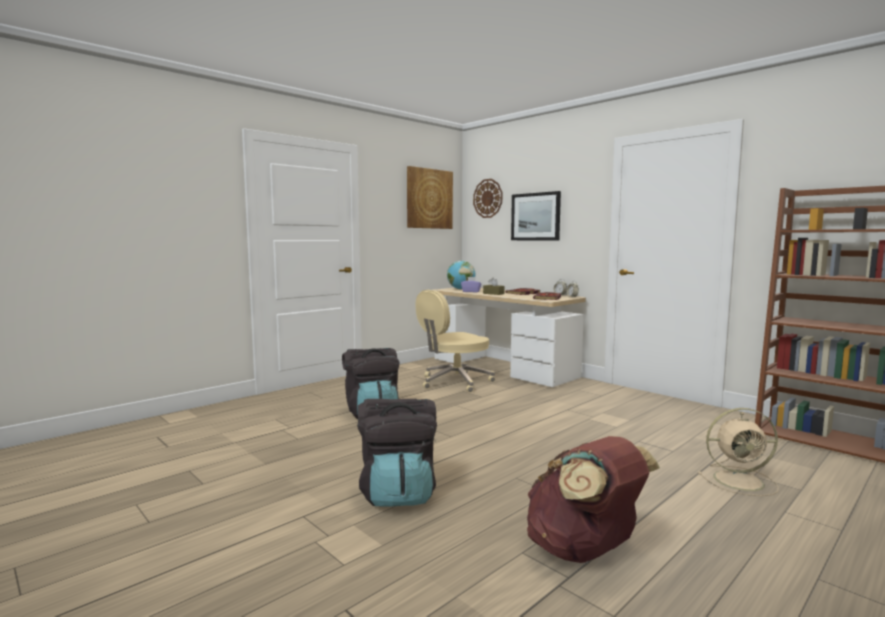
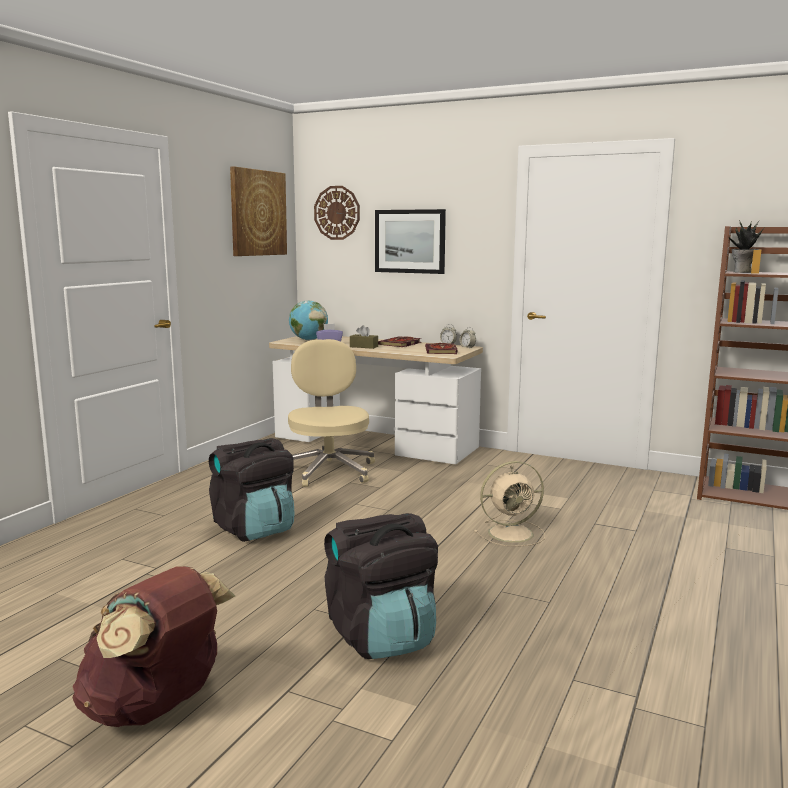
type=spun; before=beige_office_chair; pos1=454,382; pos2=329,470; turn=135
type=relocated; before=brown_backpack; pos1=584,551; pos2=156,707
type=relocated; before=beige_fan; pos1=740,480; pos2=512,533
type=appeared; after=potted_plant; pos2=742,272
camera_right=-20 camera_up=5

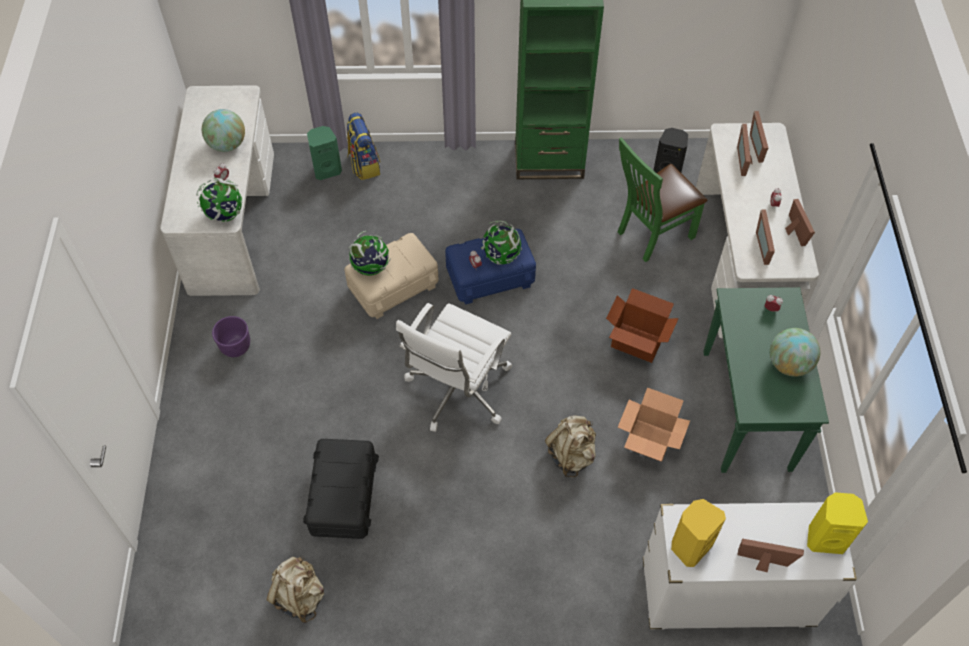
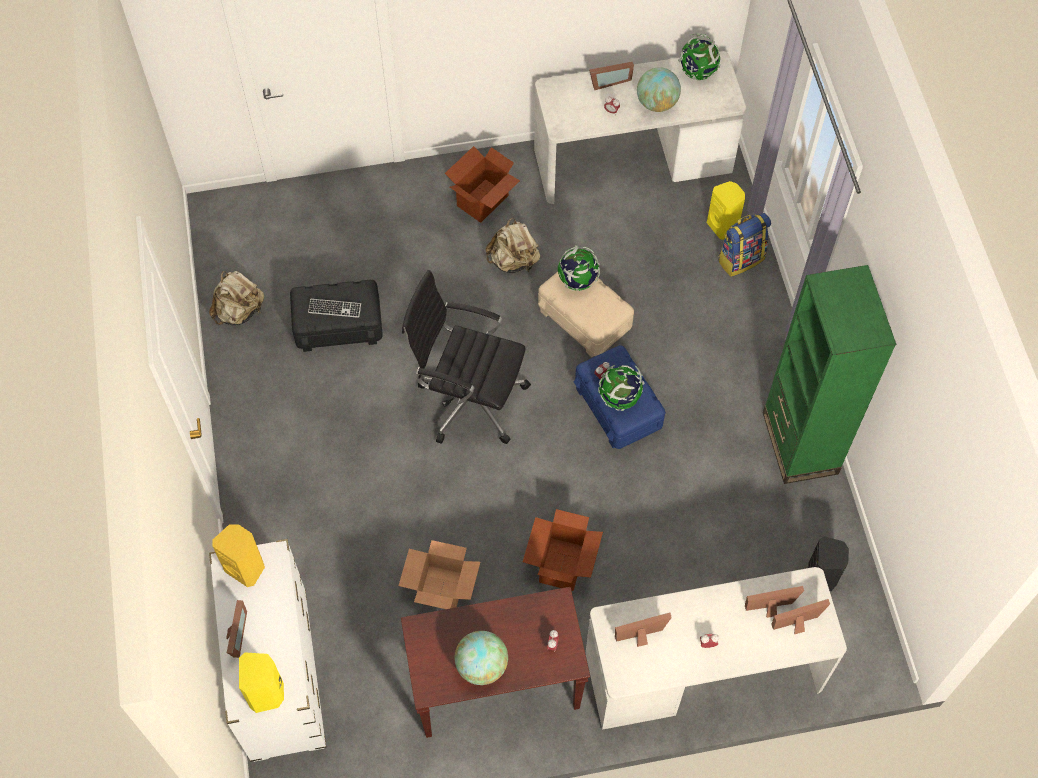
type=relocated; before=globe; pos1=224,214; pos2=697,72
type=exchanged; before=purple_planter; after=cardboard_box; pos1=236,347; pos2=483,201
type=colour; before=green_speaker; after=yellow_speaker; pos1=326,170; pos2=723,226
type=colour; before=white_office_chair; after=black_office_chair; pos1=457,391; pos2=469,399
type=relocated; before=beige_backpack; pos1=571,455; pos2=513,261
type=missing; before=green_chair; pos1=651,235
type=colour; before=green_console_table; after=brown_console_table; pos1=747,411; pos2=495,687
type=relocated; before=picture_frame; pos1=793,232; pos2=608,81
type=appeared; after=keyboard; pos2=334,309
camera_right=80 camera_up=5

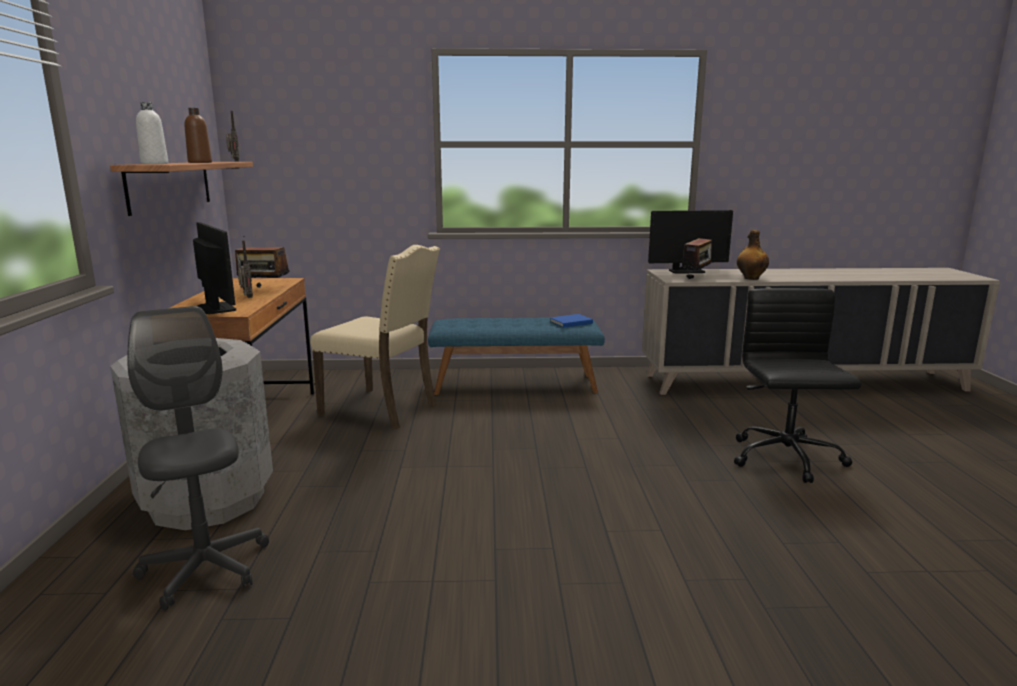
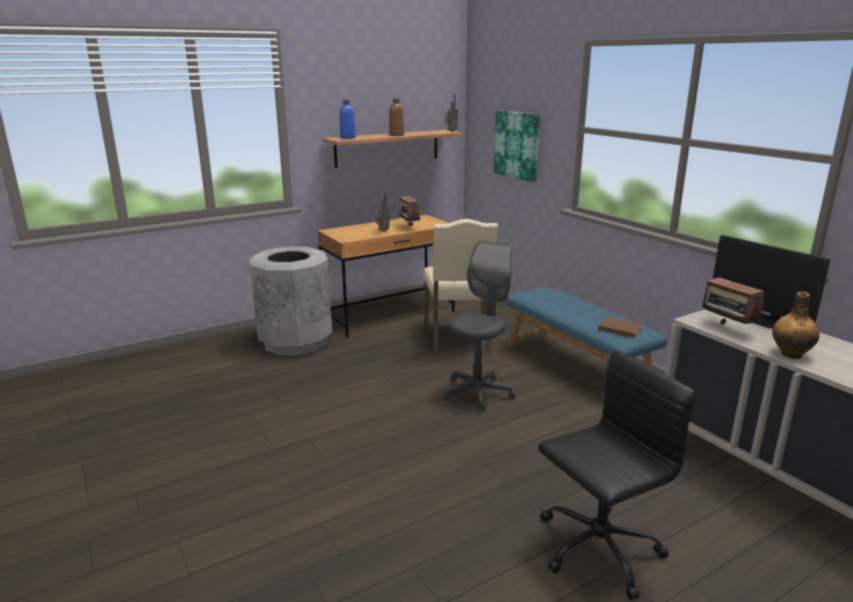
type=relocated; before=grey_office_chair; pos1=205,569; pos2=477,393
type=colour; before=white_bottle; after=blue_bottle; pos1=154,164; pos2=348,138
type=missing; before=monitor; pos1=216,308
type=colour; before=blue_book; after=brown_book; pos1=569,322; pos2=619,328
type=spun; before=radio; pos1=696,278; pos2=727,328; turn=60
type=appeared; after=picture; pos2=517,145
camera_right=60 camera_up=5

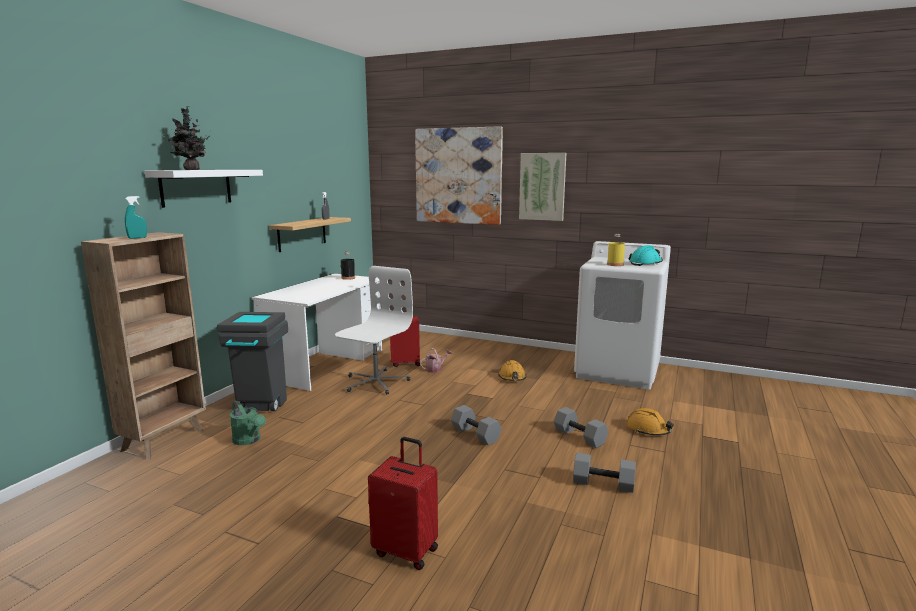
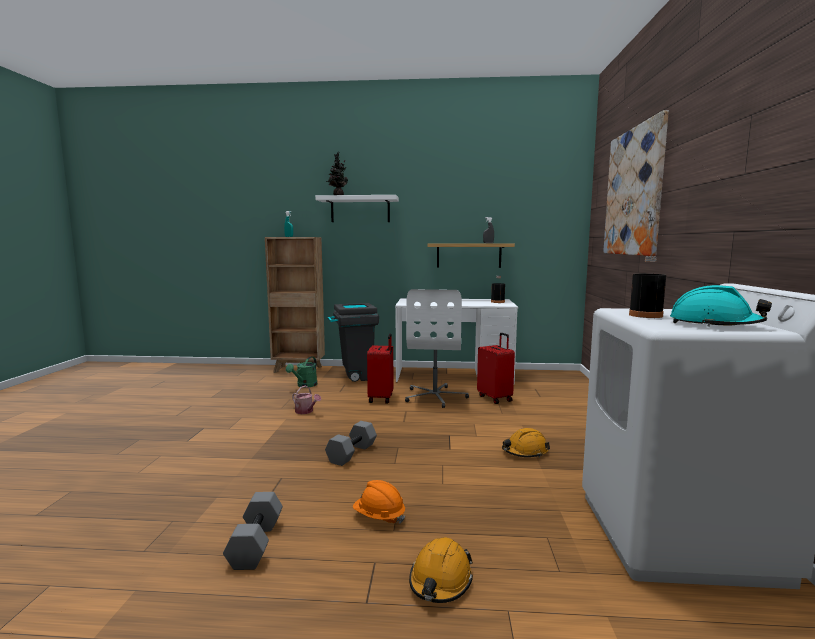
type=spun; before=white_office_chair; pos1=375,382; pos2=435,396; turn=90
type=relocated; before=red_suitcase; pos1=406,550; pos2=382,398
type=relocated; before=watering_can; pos1=435,369; pos2=306,411
type=missing; before=picture; pos1=542,186
type=exchanged; before=grey_dumbbell; after=orange_hard_hat; pos1=580,437; pos2=379,517
type=colour; before=yellow_bottle; after=black_bottle; pos1=615,264; pos2=645,315
camera_right=70 camera_up=-5

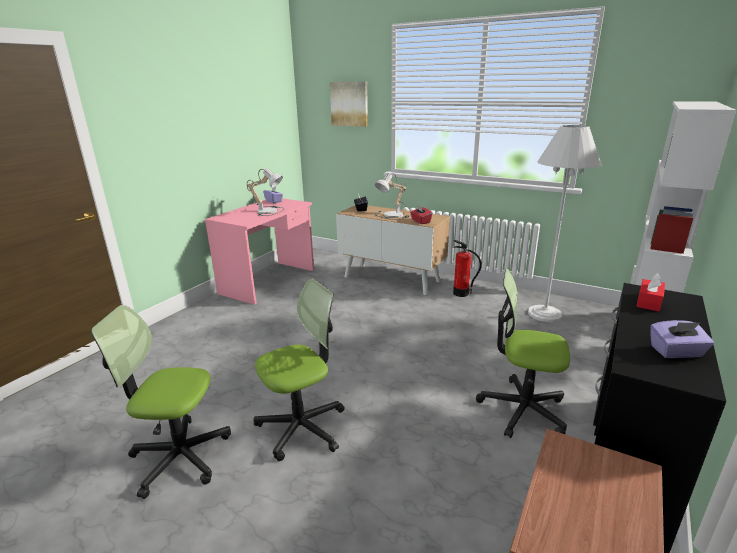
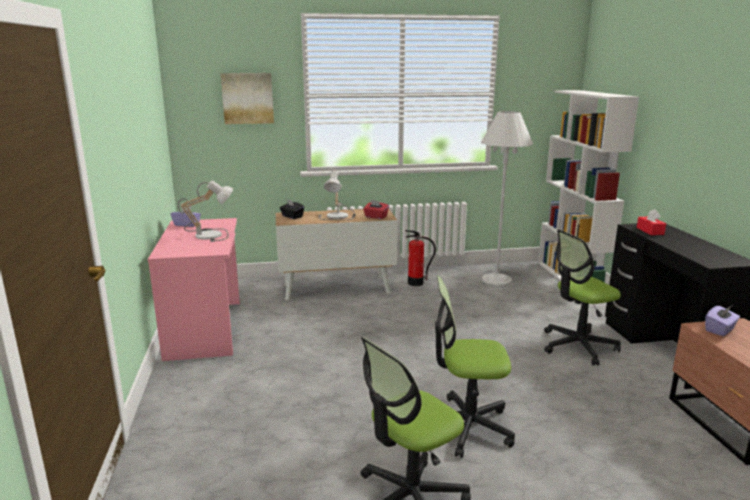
type=spun; before=office_chair; pos1=302,427; pos2=467,426; turn=-105
type=relocated; before=purple_tissue_box; pos1=676,352; pos2=720,330
camera_right=-40 camera_up=-5

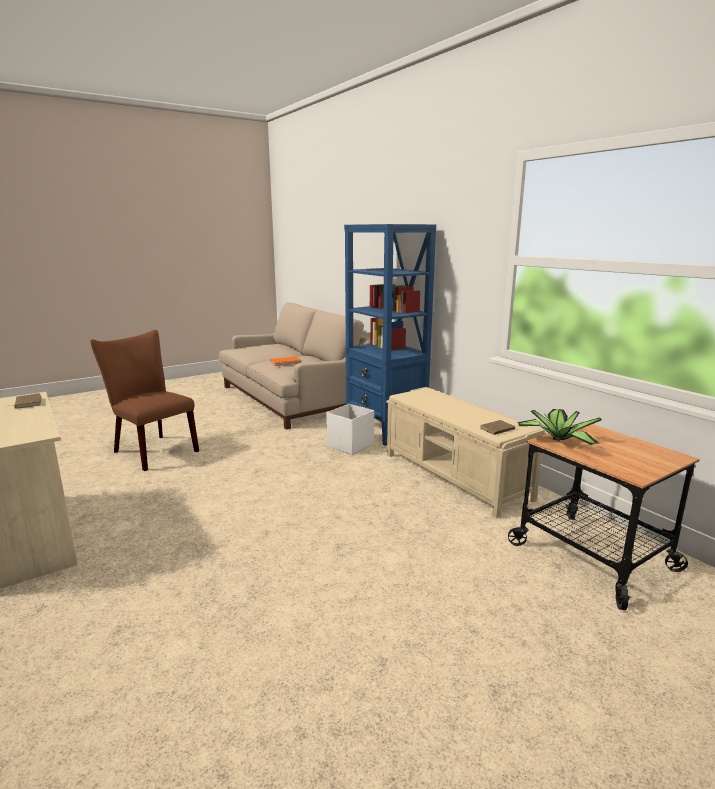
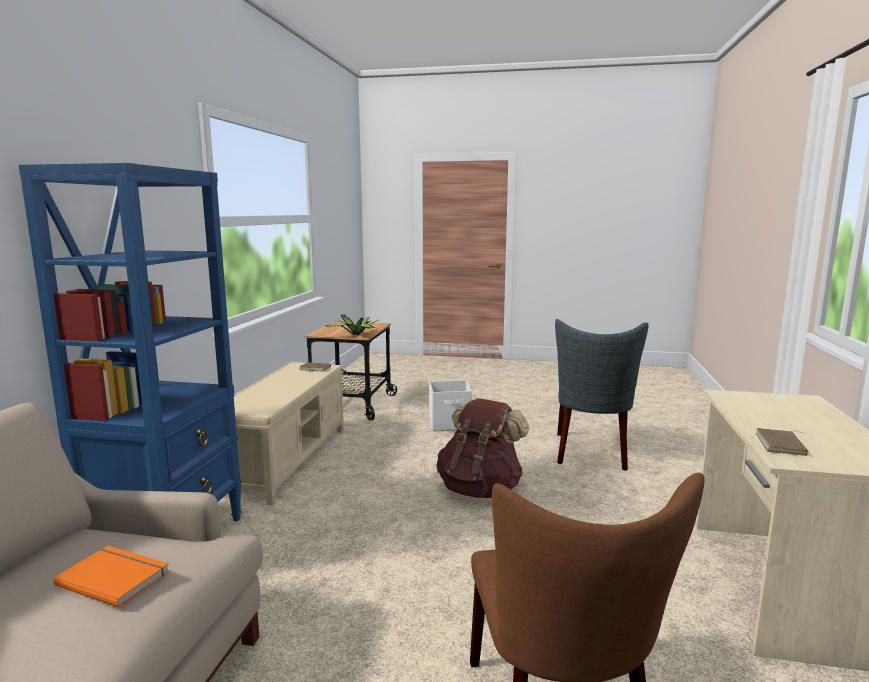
type=relocated; before=white_storage_box; pos1=349,445; pos2=450,424
type=appeared; after=brown_backpack; pos2=480,489
type=appeared; after=grey_chair; pos2=591,453
camera_right=-135 camera_up=-5

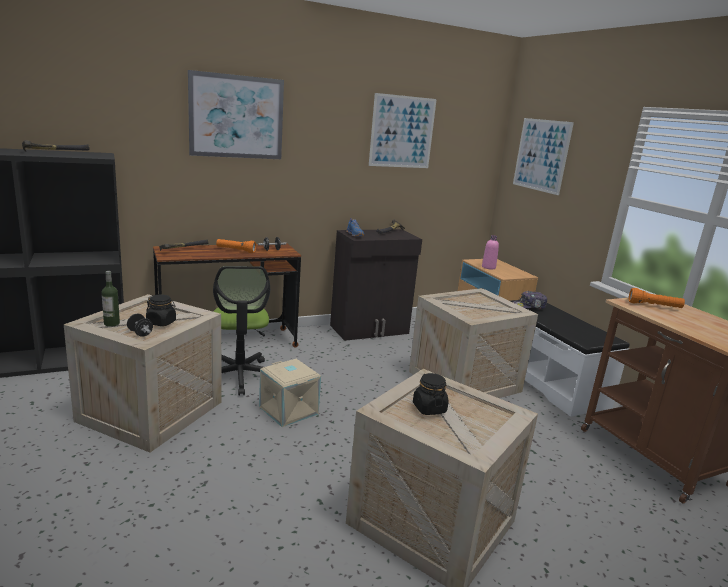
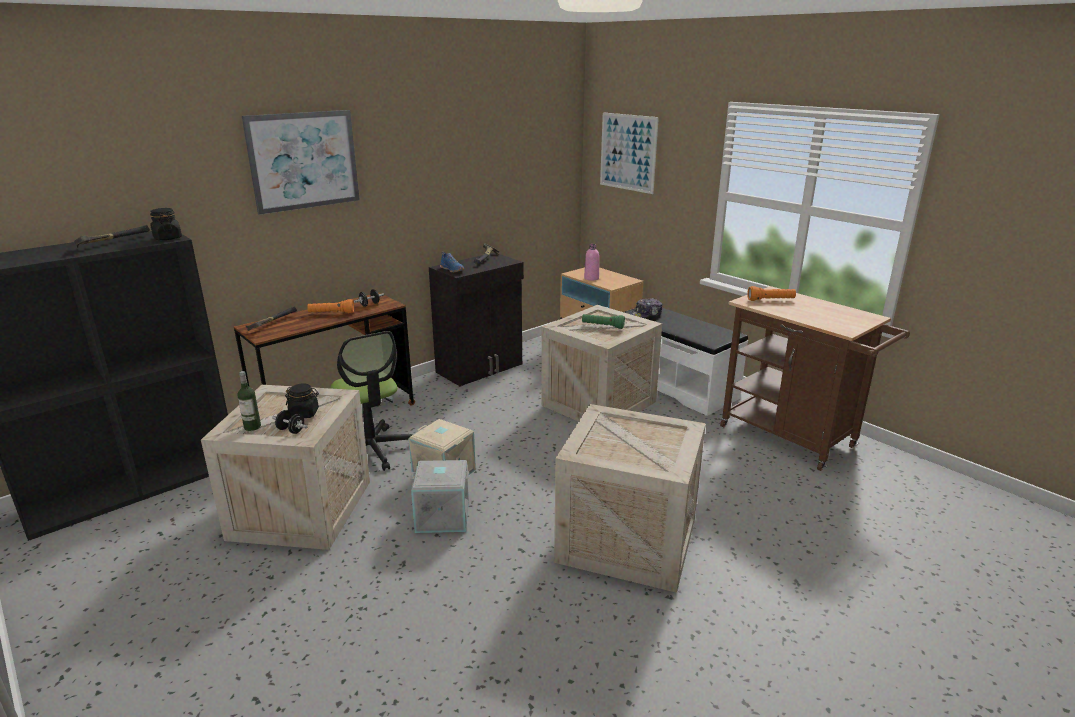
type=missing; before=picture; pos1=402,132
type=relocated; before=black_jar; pos1=429,408; pos2=167,238
type=appeared; after=grey_storage_box; pos2=443,515
type=appeared; after=green_flashlight; pos2=602,326
camera_right=-15 camera_up=5

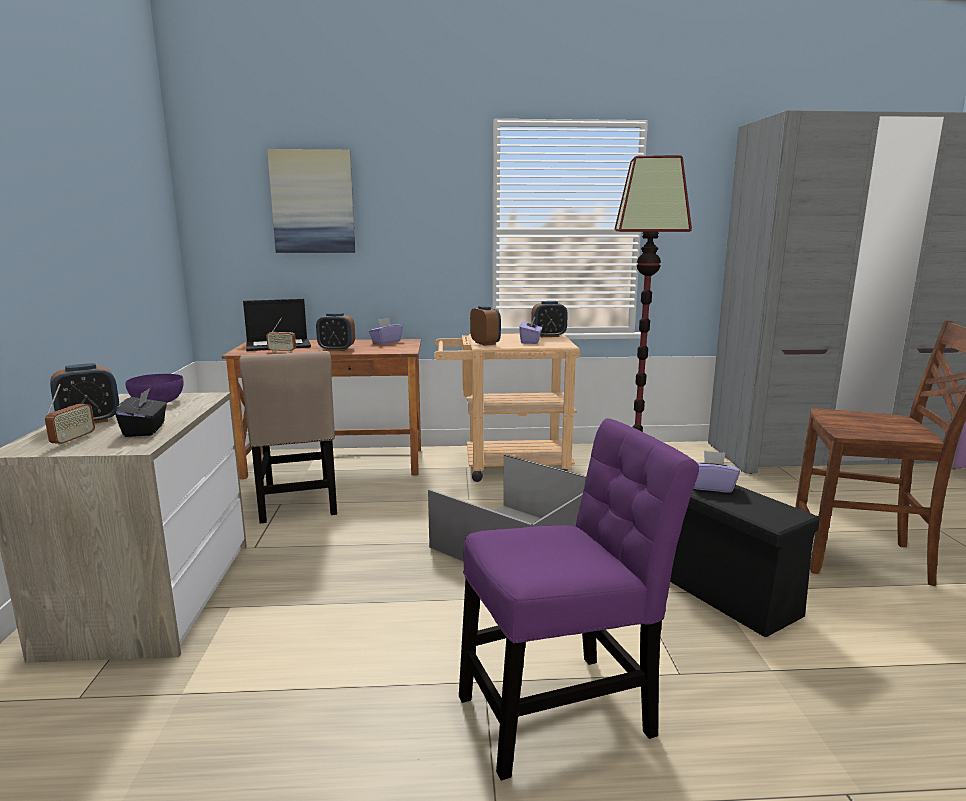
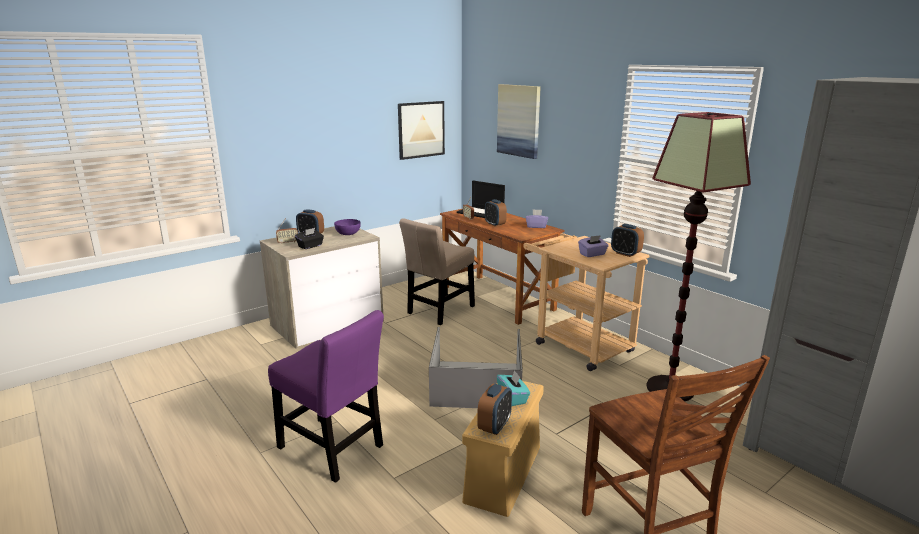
type=relocated; before=alarm_clock; pos1=485,343; pos2=494,426
type=colour; before=black_storage_box; after=beige_storage_box; pos1=722,592; pos2=503,475
type=colour; before=purple_tissue_box; after=turquoise_tissue_box; pos1=711,487; pos2=512,398
type=appeared; after=picture; pos2=421,129
camera_right=55 camera_up=5

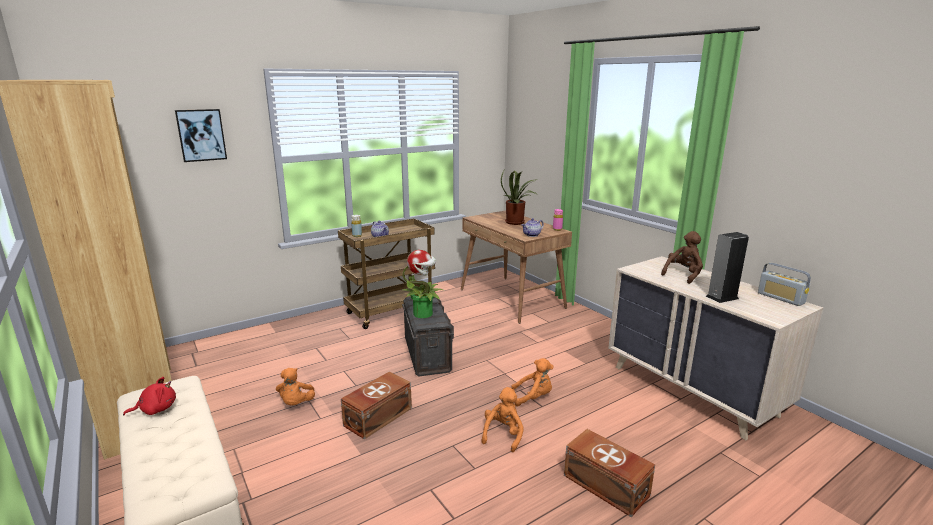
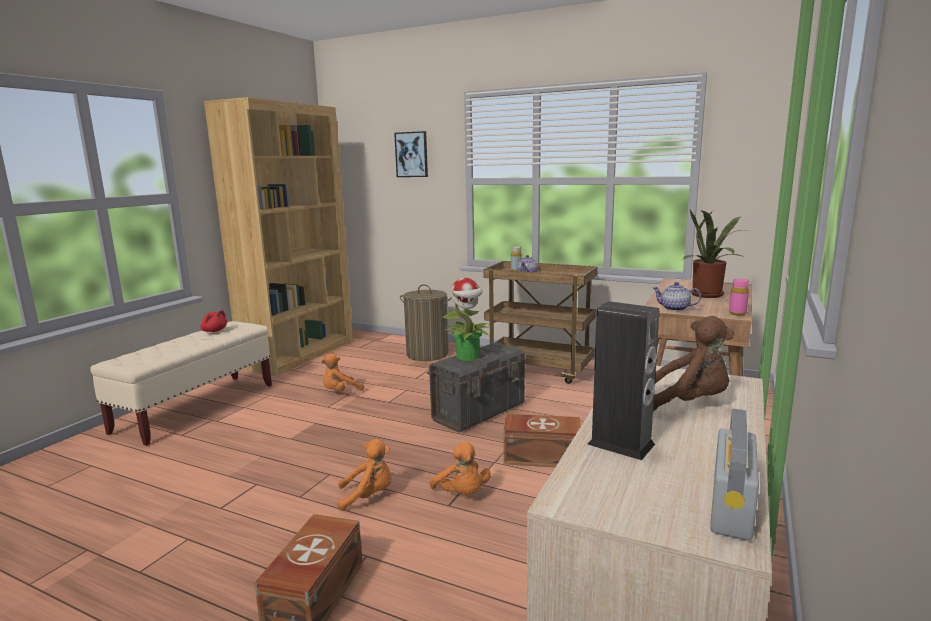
type=relocated; before=brown_storage_box; pos1=376,417; pos2=540,456
type=appeared; after=laundry_basket; pos2=427,354
camera_right=60 camera_up=-5

